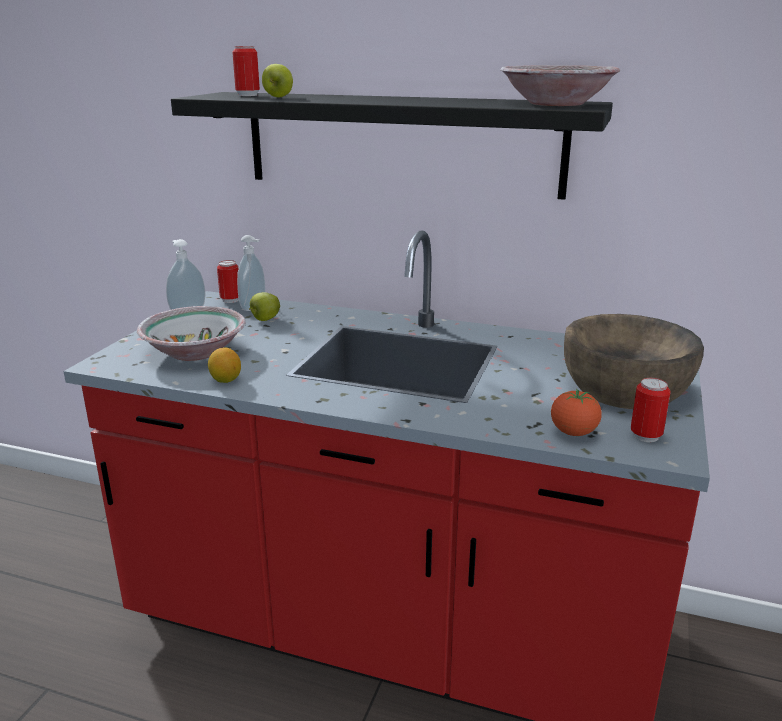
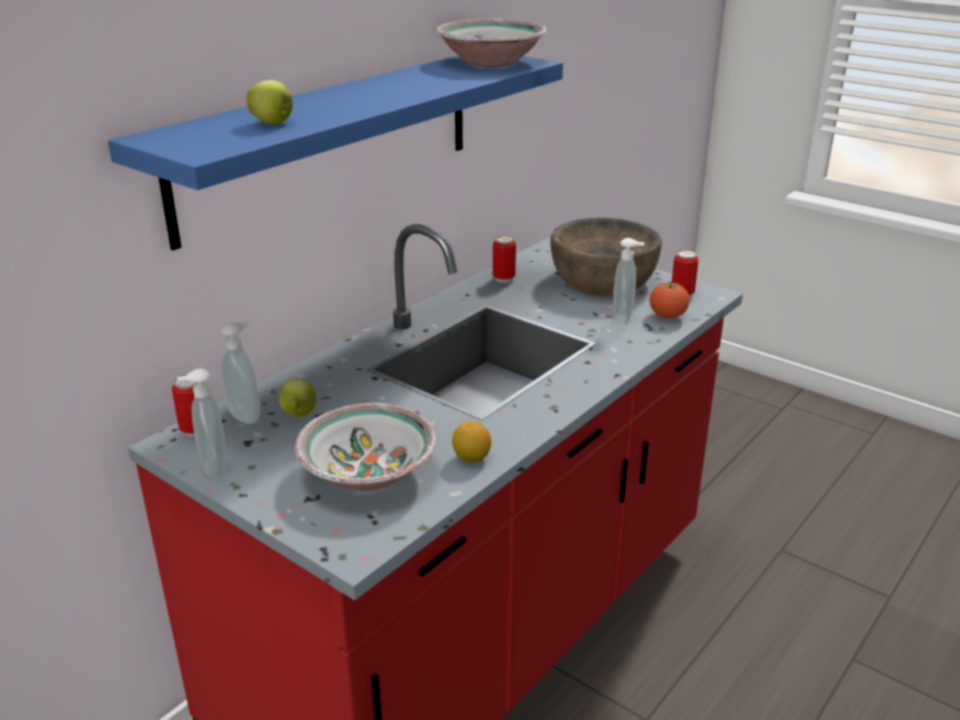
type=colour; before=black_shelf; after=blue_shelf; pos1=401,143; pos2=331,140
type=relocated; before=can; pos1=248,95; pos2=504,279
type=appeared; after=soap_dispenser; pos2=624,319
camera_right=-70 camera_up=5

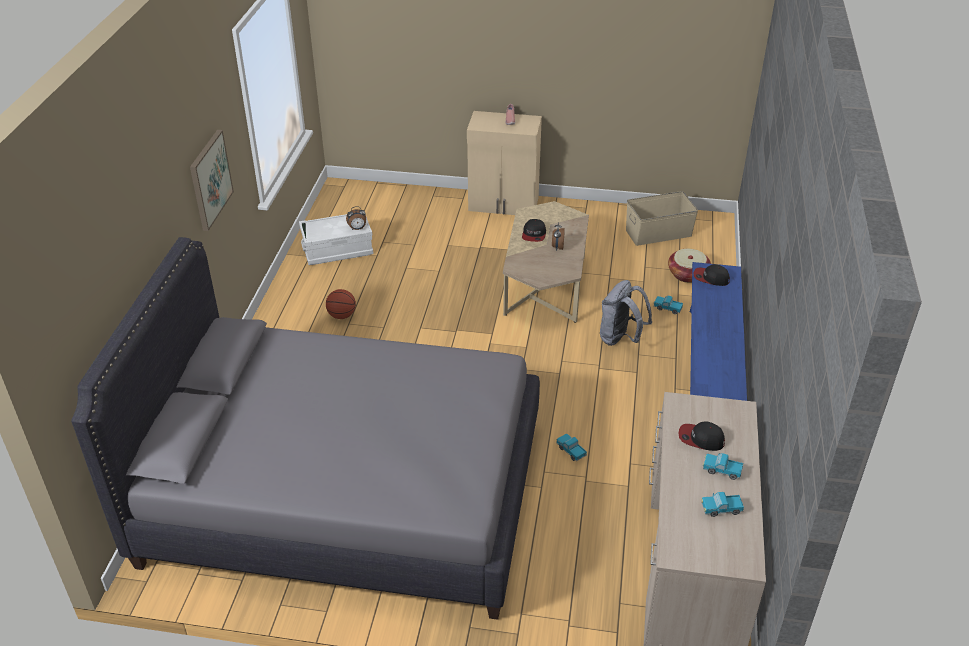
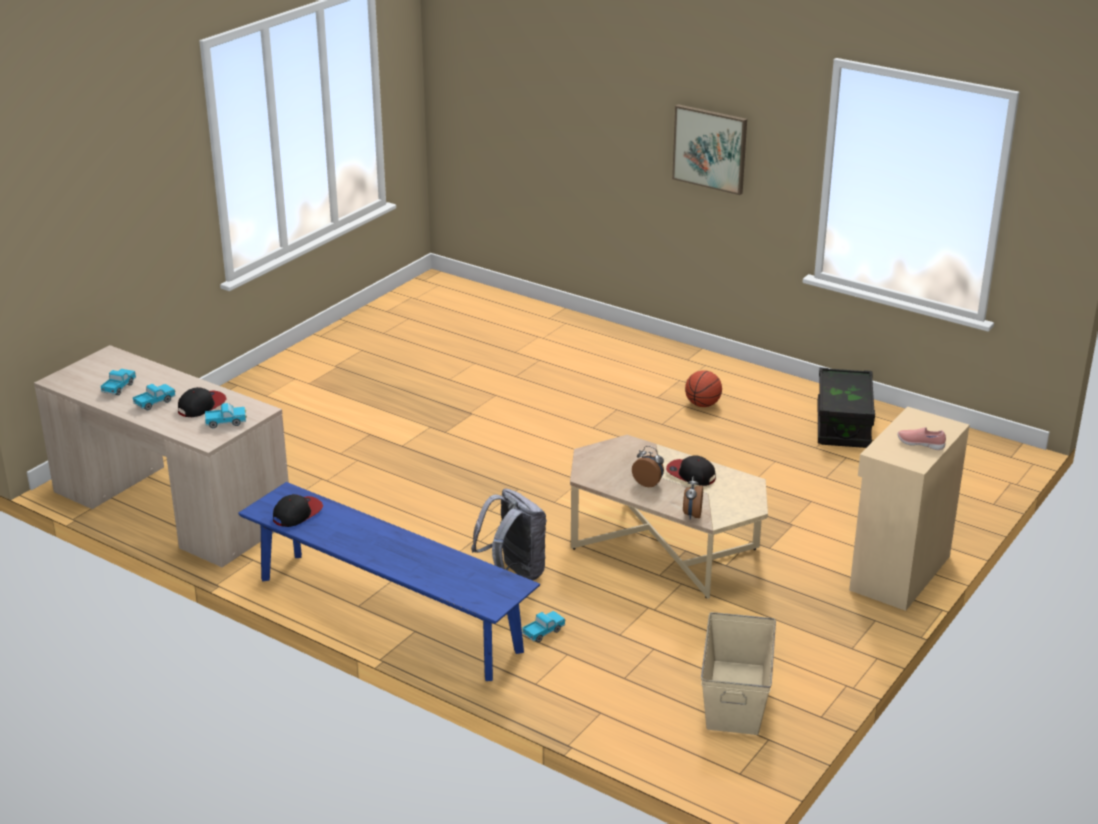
type=missing; before=grey_bed; pos1=345,493
type=colour; before=white_storage_box; after=black_storage_box; pos1=337,250; pos2=843,425
type=relocated; before=alarm_clock; pos1=357,228; pos2=692,515
type=relocated; before=toy_truck; pos1=570,451; pos2=226,423
type=missing; before=basket; pos1=687,274
type=relocated; before=cap; pos1=711,278; pos2=297,513
camera_right=115 camera_up=-10

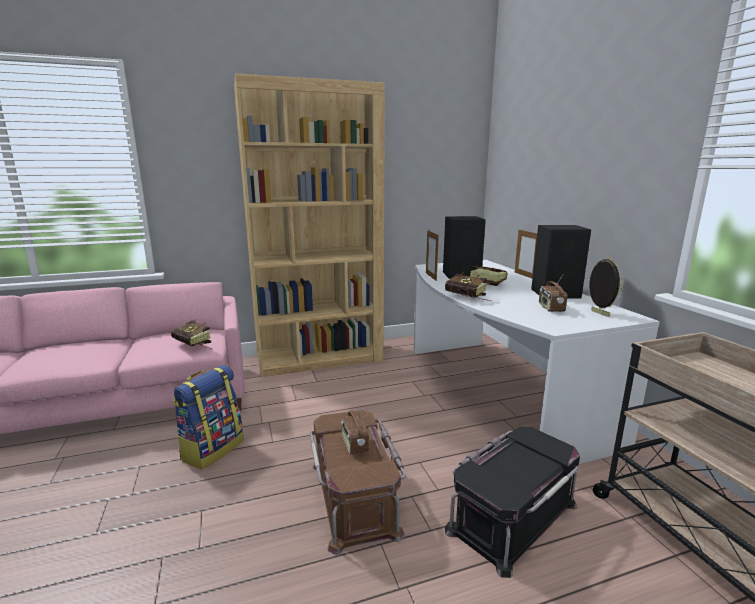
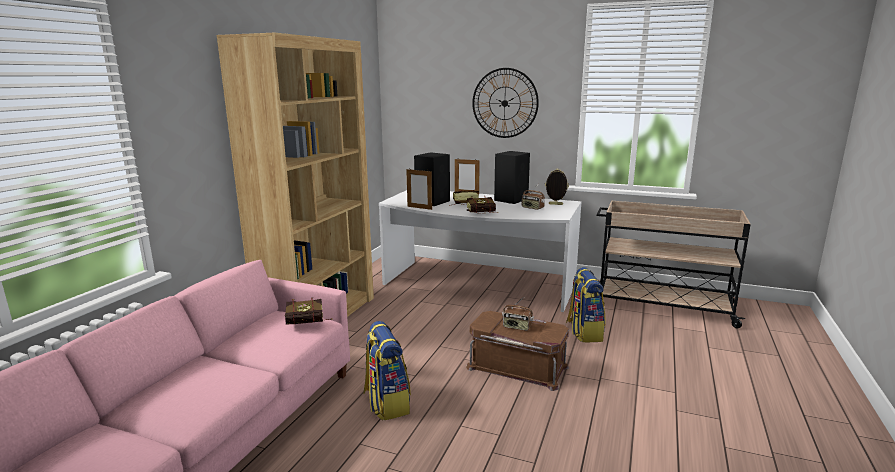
type=exchanged; before=black_storage_box; after=backpack; pos1=511,516; pos2=584,332
type=appeared; after=wall_clock; pos2=504,103
camera_right=-50 camera_up=0

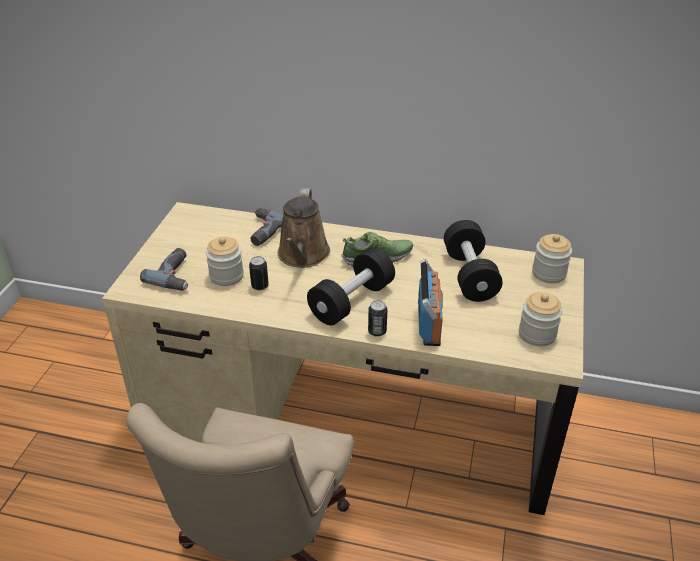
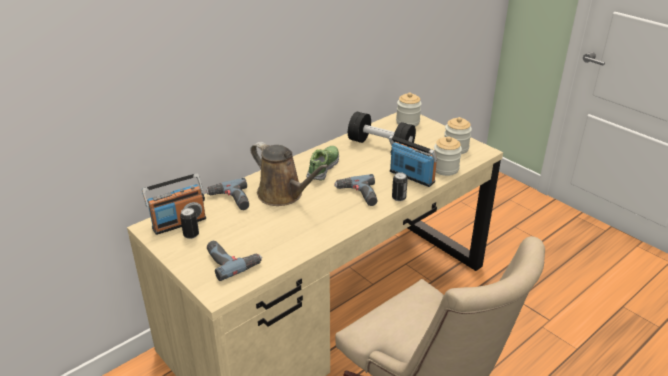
type=relocated; before=jar; pos1=226,276; pos2=445,169
type=relocated; before=can; pos1=260,286; pos2=191,235
type=exchanged; before=black_dumbbell; after=power_drill; pos1=351,301; pos2=358,195
type=appeared; after=radio; pos2=179,223
camera_right=-55 camera_up=-5

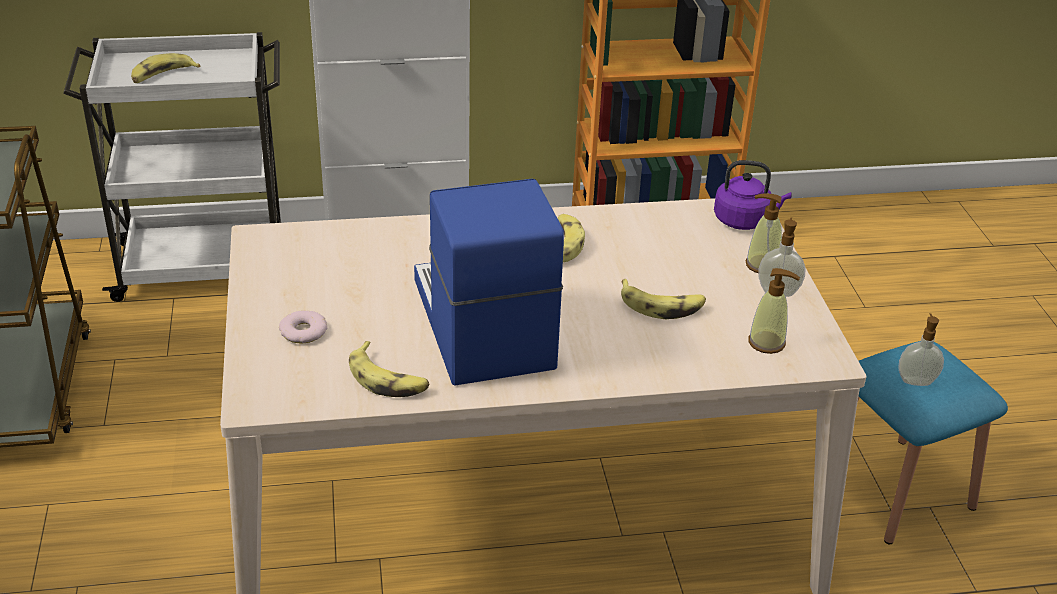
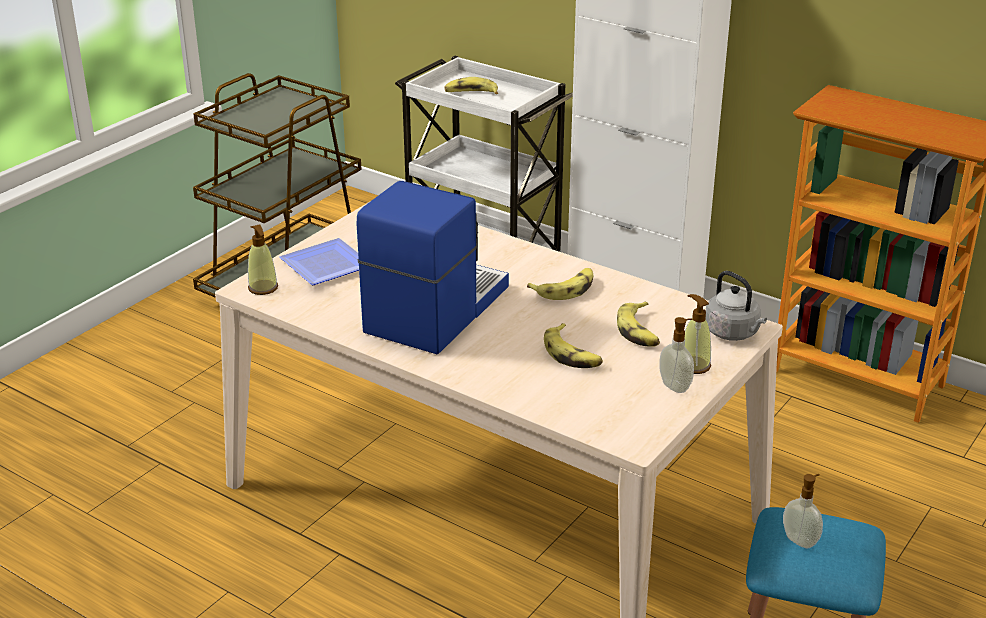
type=exchanged; before=donut; after=plate; pos1=303,331; pos2=329,266
type=relocated; before=banana; pos1=388,379; pos2=639,331
type=colour; before=purple_kettle; after=grey_kettle; pos1=744,220; pos2=733,333
type=relocated; before=soap_dispenser; pos1=767,343; pos2=263,288
camera_right=45 camera_up=-5

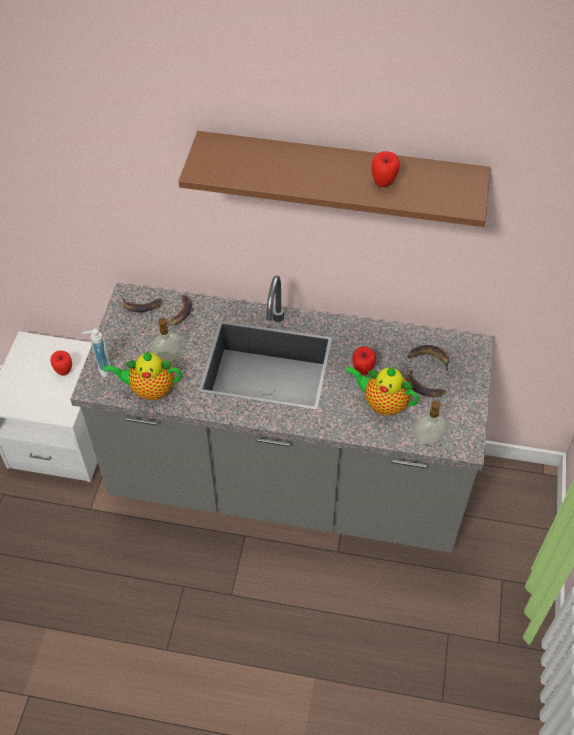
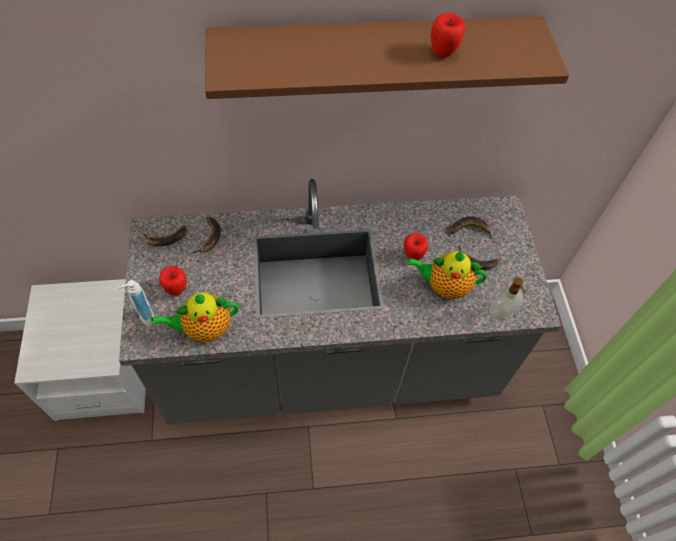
type=relocated; before=apple; pos1=64,371; pos2=176,289
type=missing; before=soap_dispenser; pos1=169,358
camera_right=-20 camera_up=5

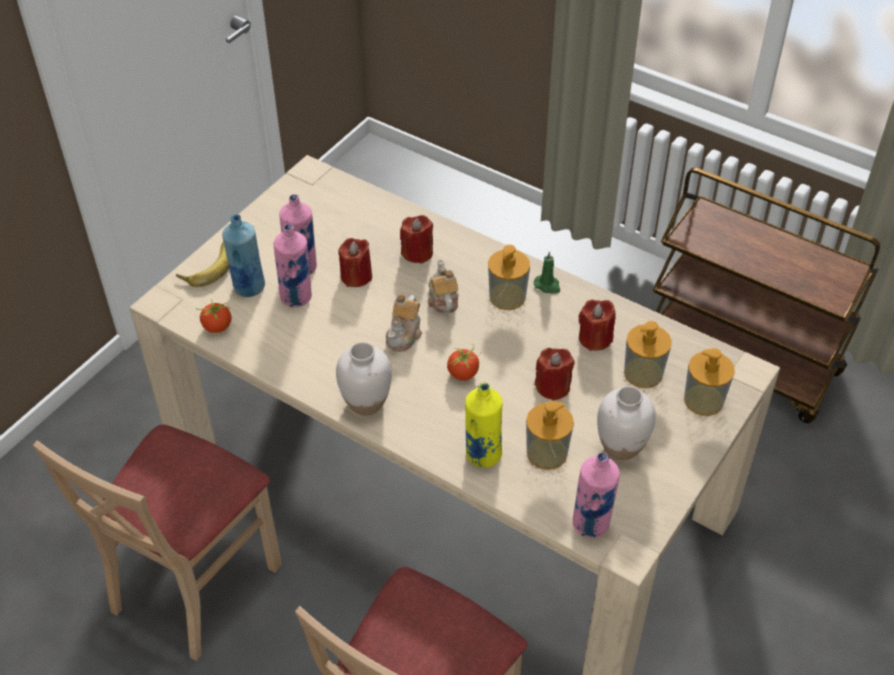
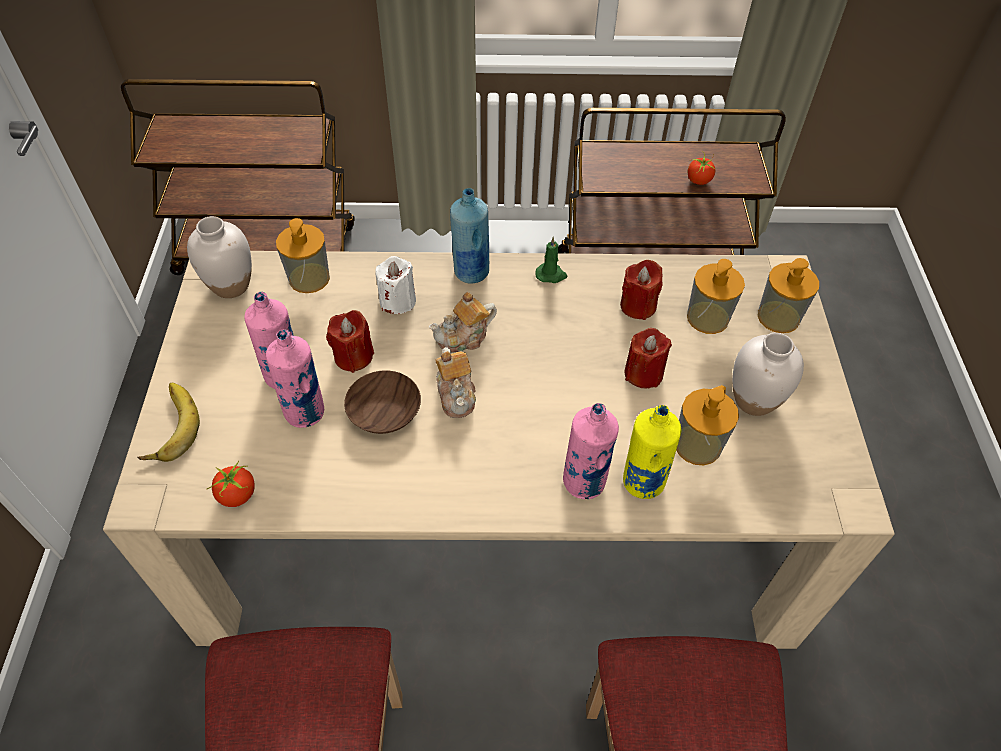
type=relocated; before=blue_bottle; pos1=249,287; pos2=471,272
type=relocated; before=white_vase; pos1=365,402; pos2=230,286
type=colour; before=red_candle; after=white_candle; pos1=417,253; pos2=397,301
type=spun; before=teapot; pos1=443,300; pos2=464,338; turn=-75
type=relocated; before=tomato; pos1=463,373; pos2=698,180
type=relocated; before=soap_dispenser; pos1=507,297; pos2=309,278
type=relocated; before=pink_bottle; pos1=591,524; pos2=584,481
type=appeared; after=brown_cart; pos2=268,250
type=appeared; after=brown_bowl; pos2=385,410
camera_right=-35 camera_up=5

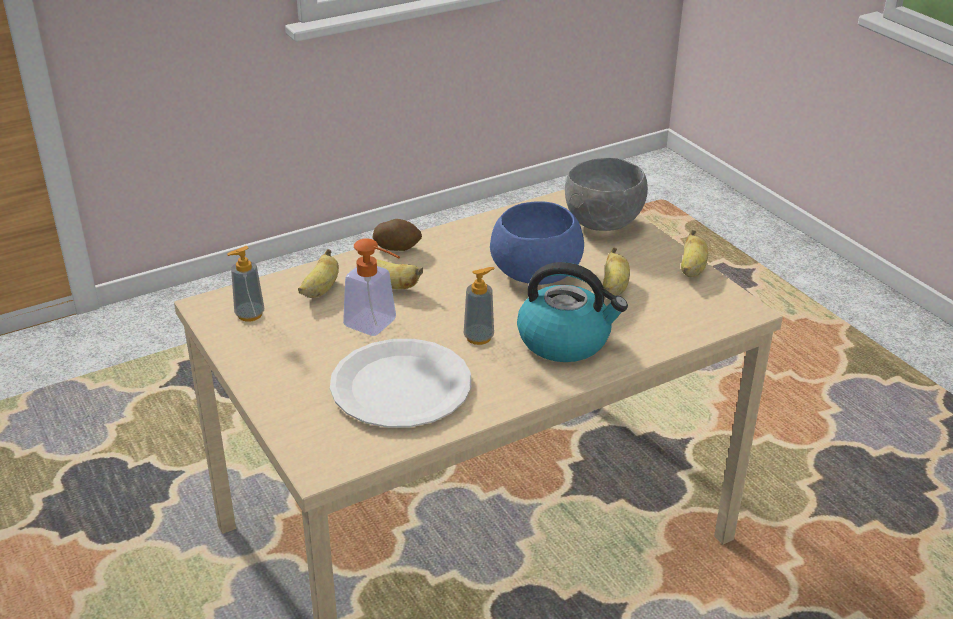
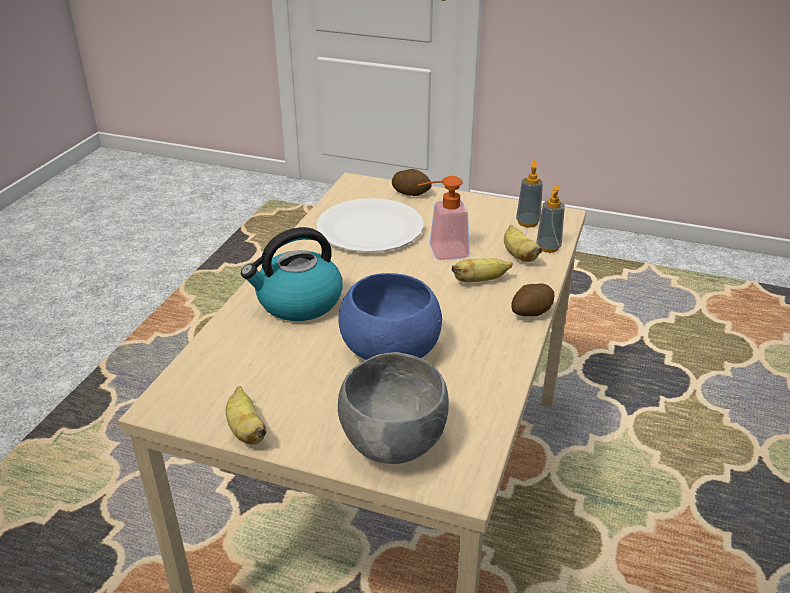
type=relocated; before=soap_dispenser; pos1=479,337; pos2=548,247
type=missing; before=banana; pos1=614,288
type=appeared; after=potato; pos2=411,193
camera_right=140 camera_up=0

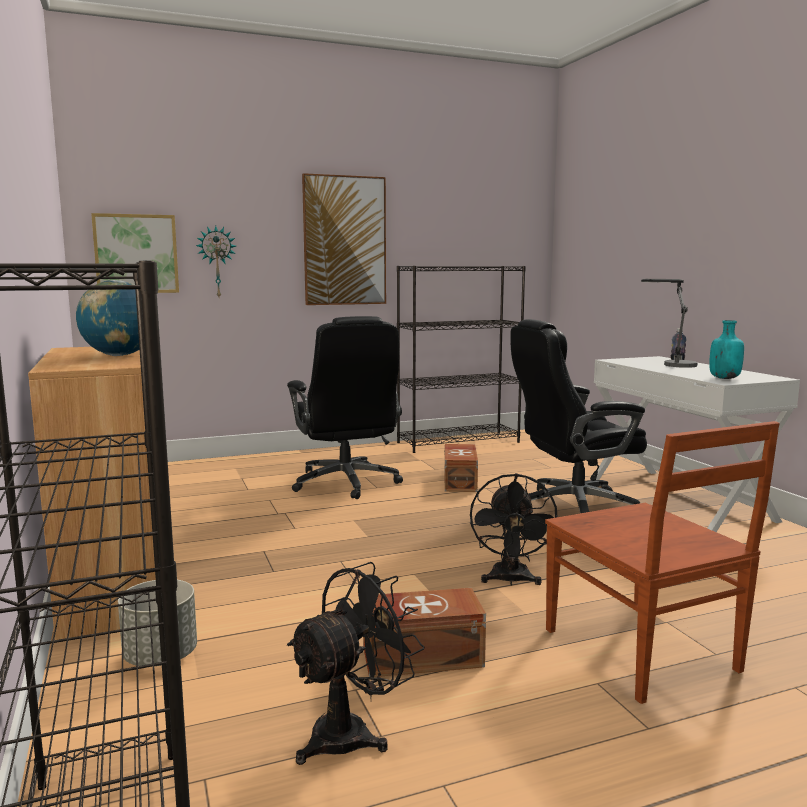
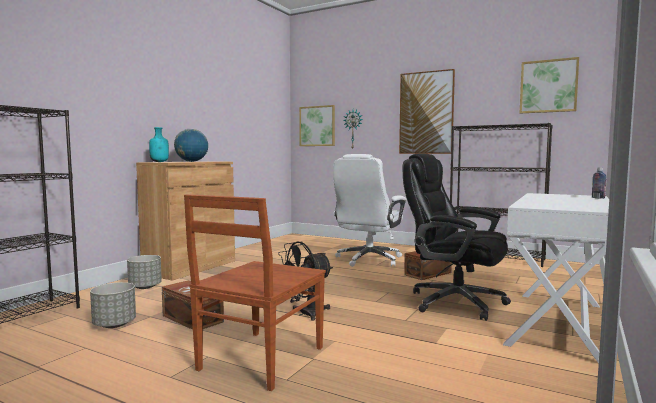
type=colour; before=black_office_chair; after=white_office_chair; pos1=346,483; pos2=368,260
type=exchanged; before=black_fan; after=grey_planter; pos1=352,732; pos2=114,324
type=missing; before=table_lamp; pos1=672,364
type=relocated; before=turquoise_bottle; pos1=724,378; pos2=160,162
type=appeared; after=picture; pos2=548,86
camera_right=50 camera_up=-5

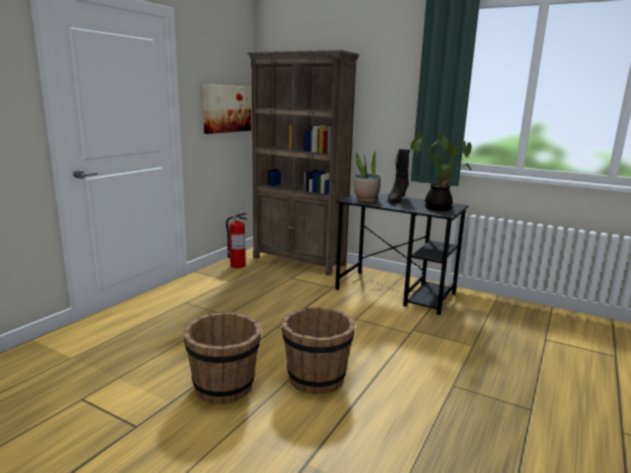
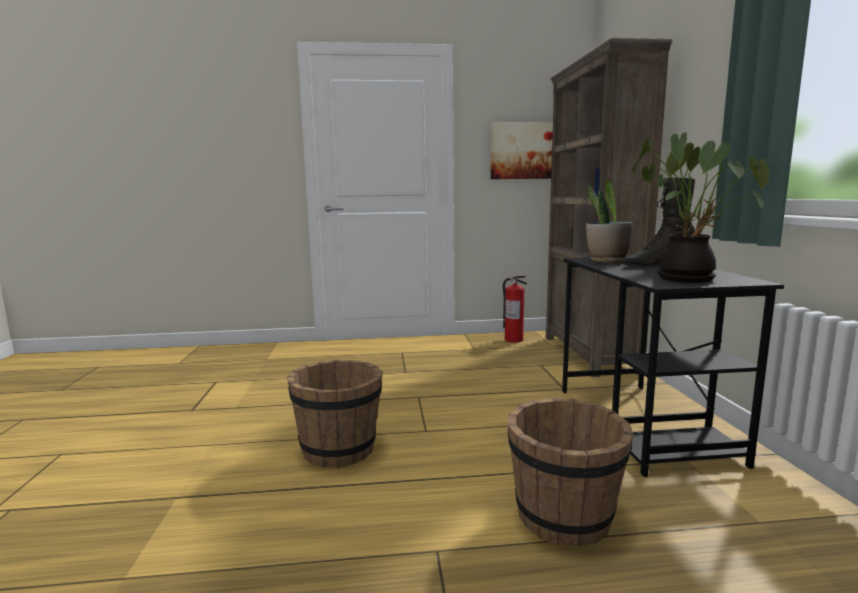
type=relocated; before=brown_bucket; pos1=224,387; pos2=564,517
camera_right=55 camera_up=-5

